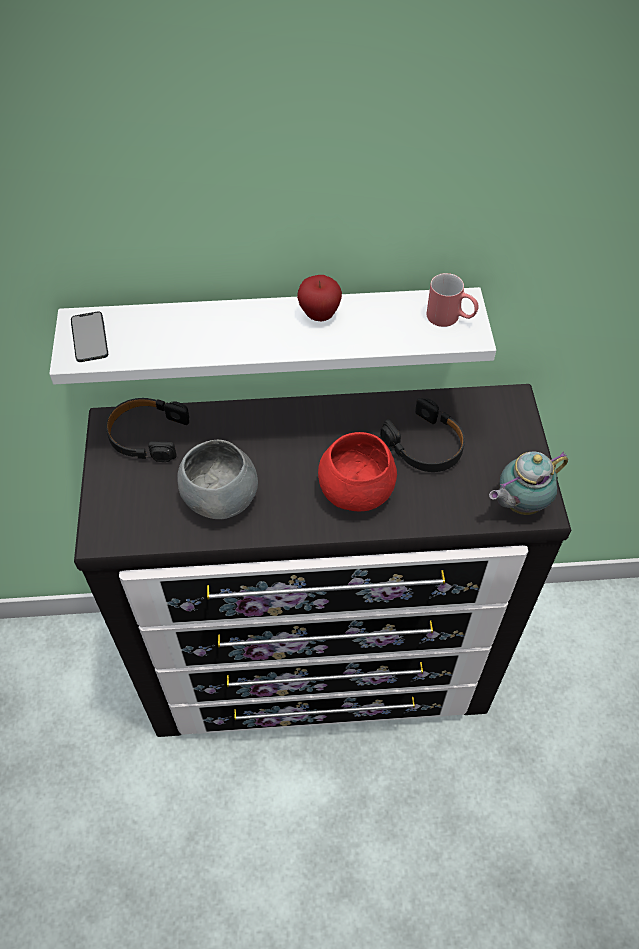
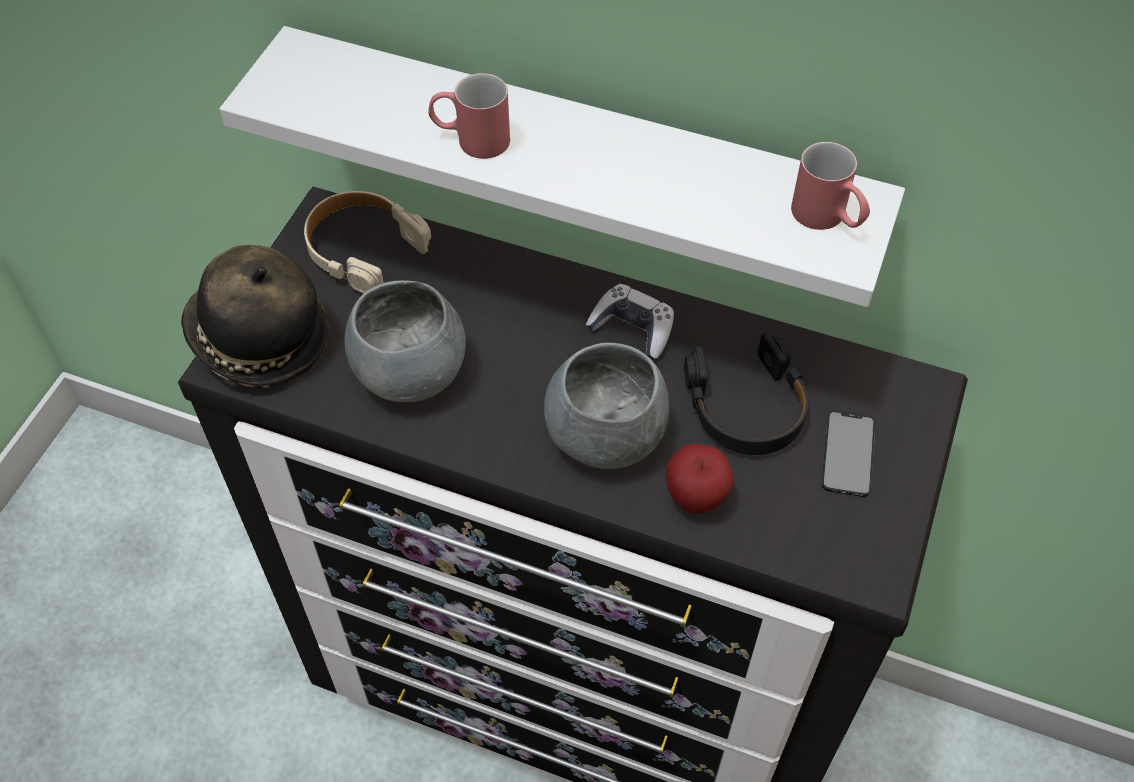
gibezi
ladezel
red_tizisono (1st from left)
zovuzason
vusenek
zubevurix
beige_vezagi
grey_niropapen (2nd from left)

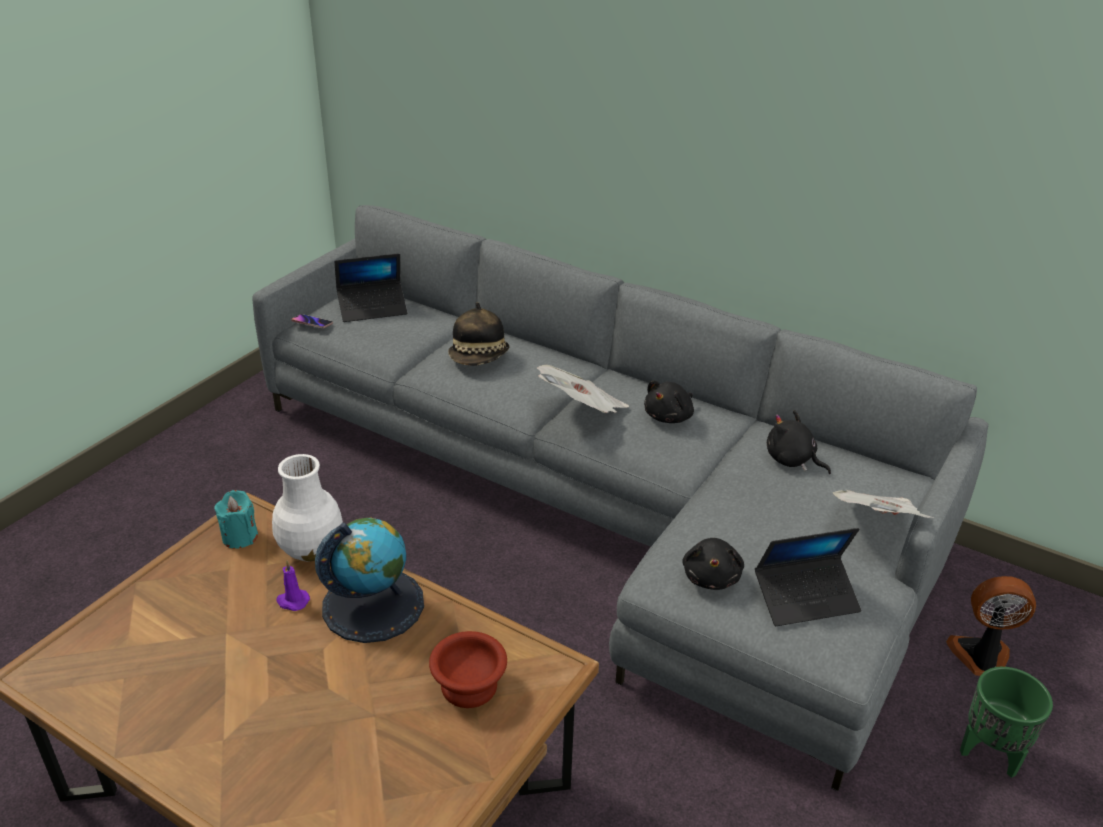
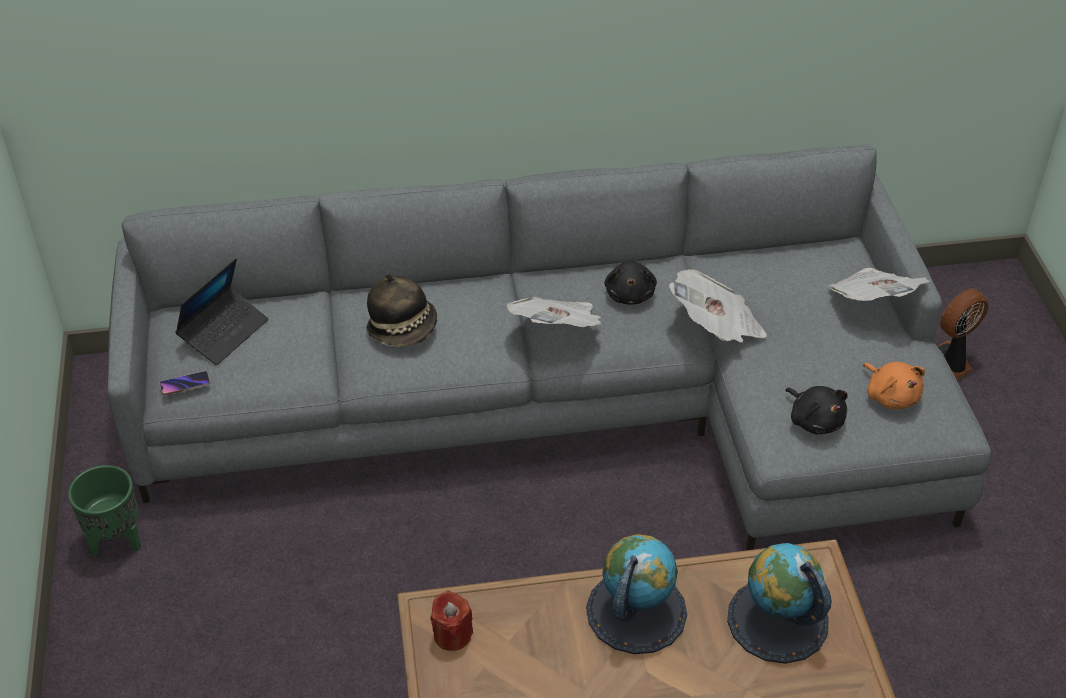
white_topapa
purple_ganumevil
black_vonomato (3rd from left in the first image)
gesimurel (2nd from left)
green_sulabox
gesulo (2nd from left)
orange_vonomato
red_ganumevil

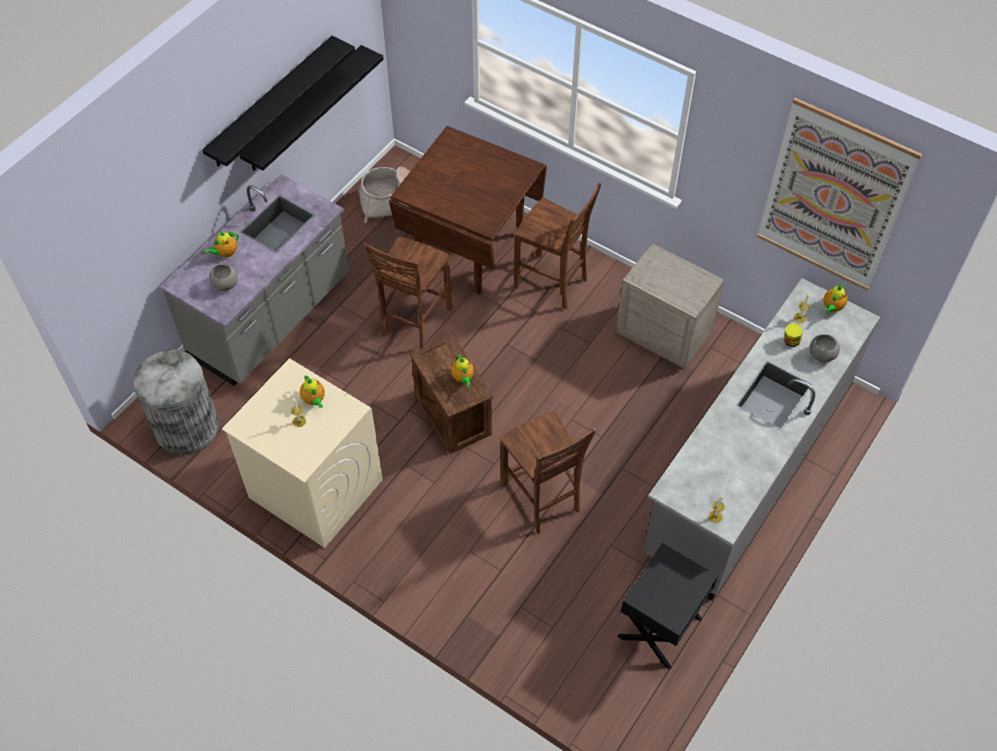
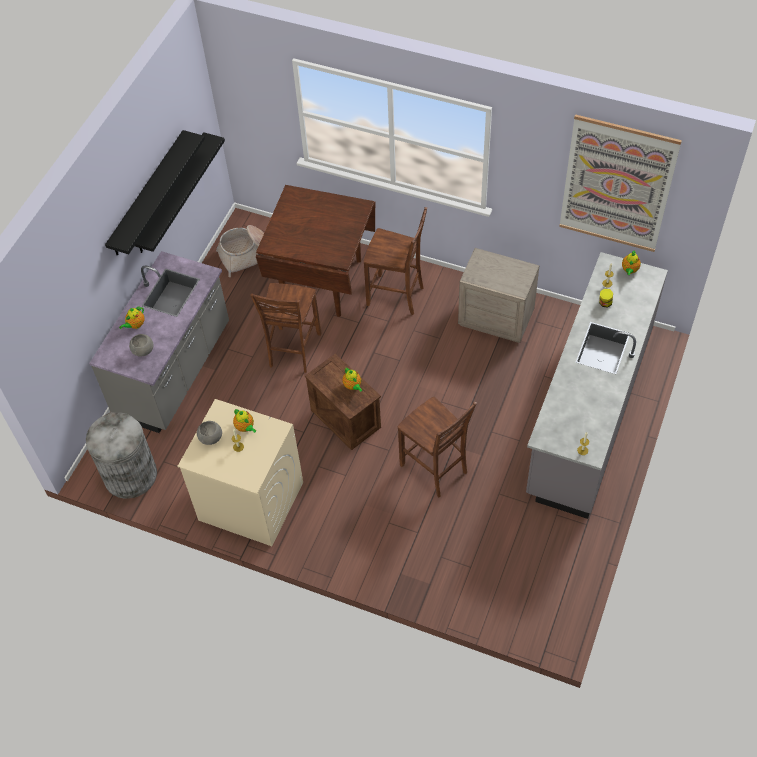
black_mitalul
grey_niropapen (2nd from left)

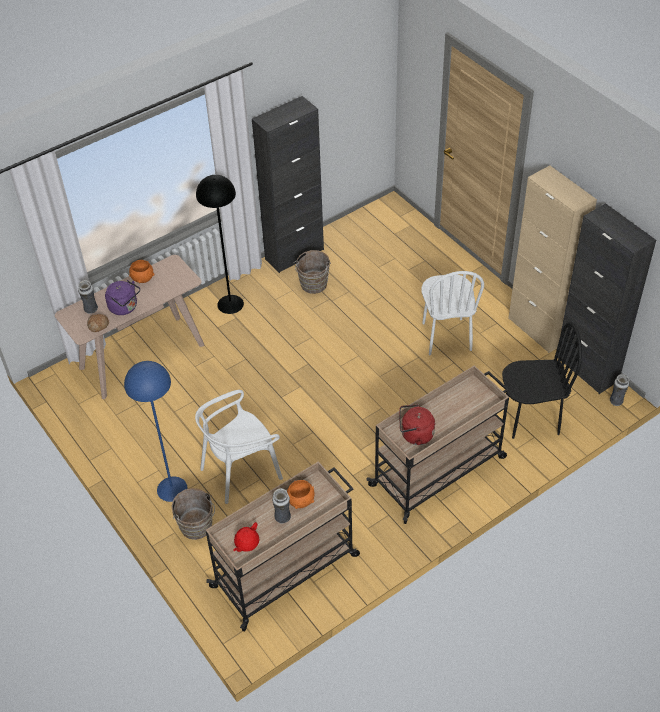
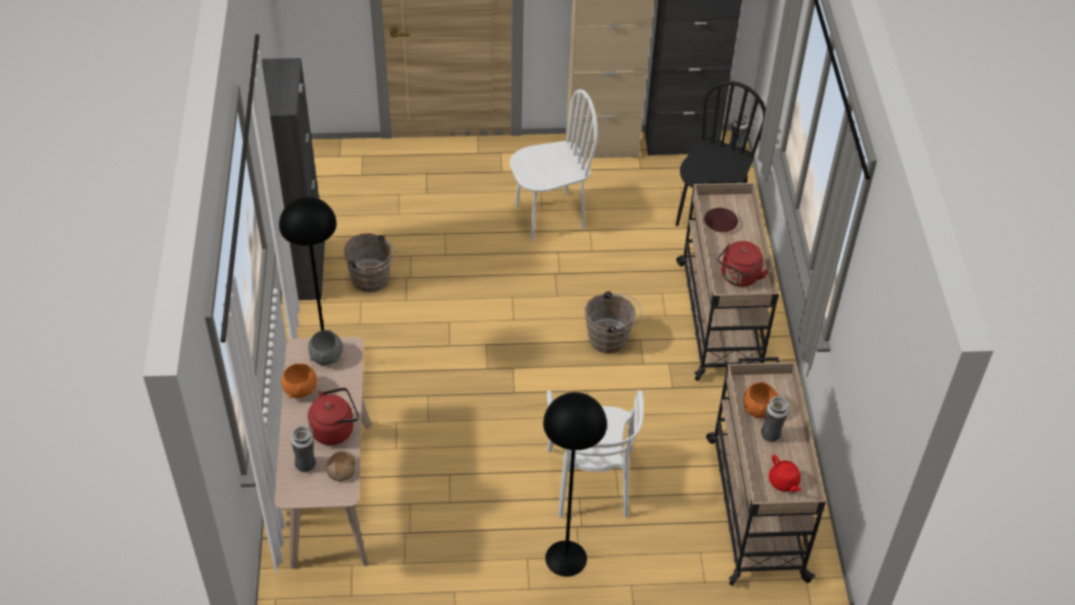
grey_niropapen
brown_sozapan
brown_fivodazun (2nd from left)
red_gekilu (1st from left)
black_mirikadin (2nd from left)
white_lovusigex (1st from left)

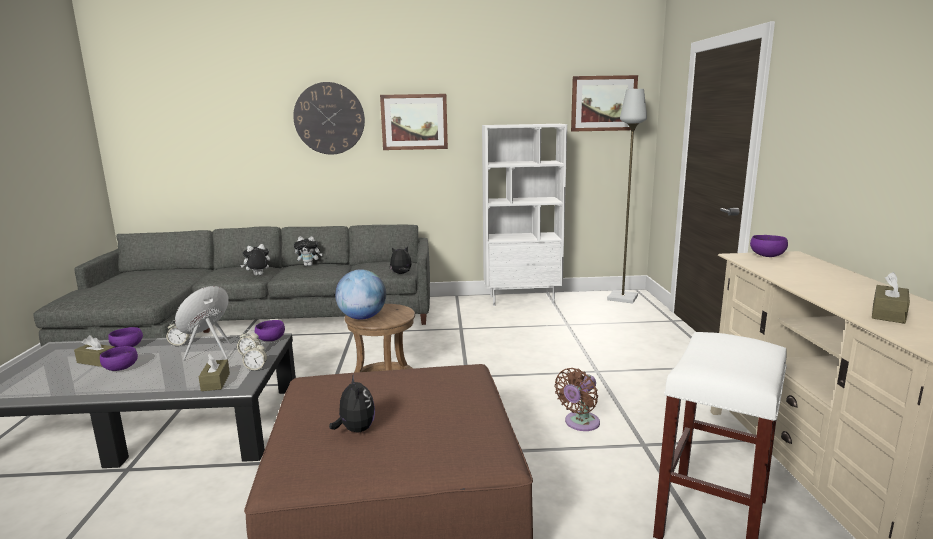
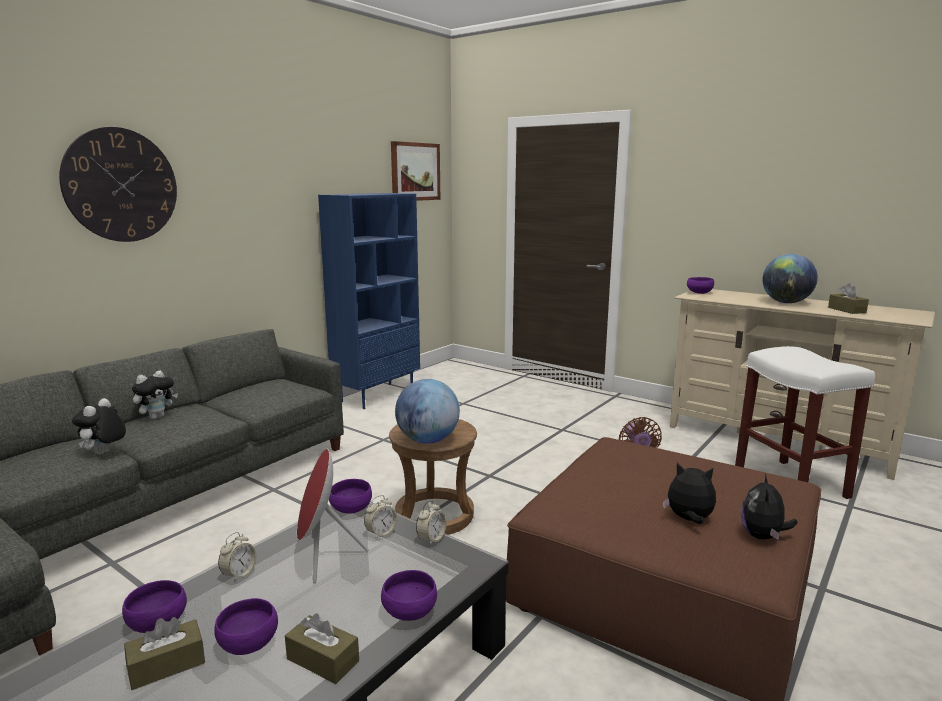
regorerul (1st from left in the first image)
grey_mirikadin
purple_niropapen (4th from left)
gesulo (2nd from left)
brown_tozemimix (2nd from left)
vonomato (4th from left)
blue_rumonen

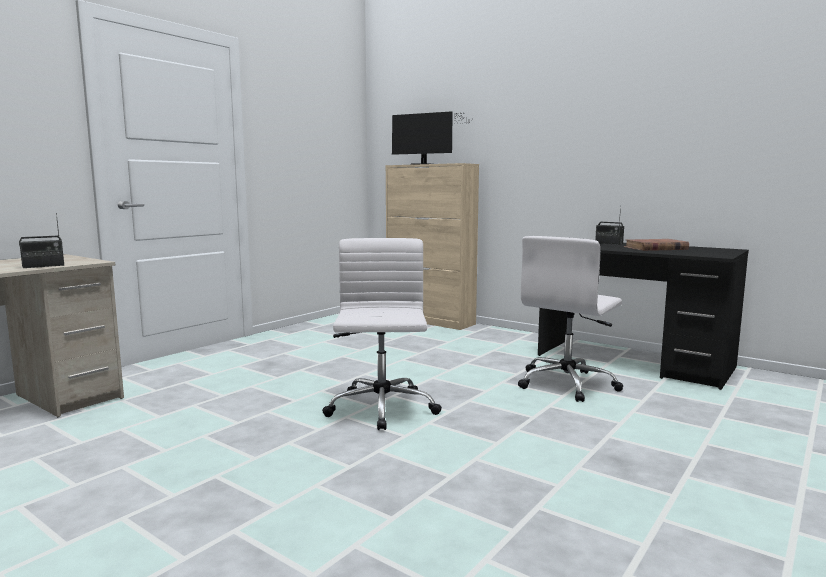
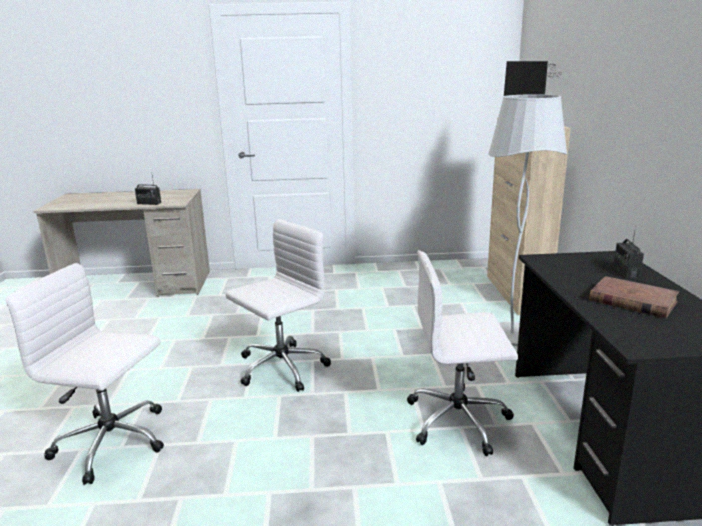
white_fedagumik (1st from left)
white_mirikadin

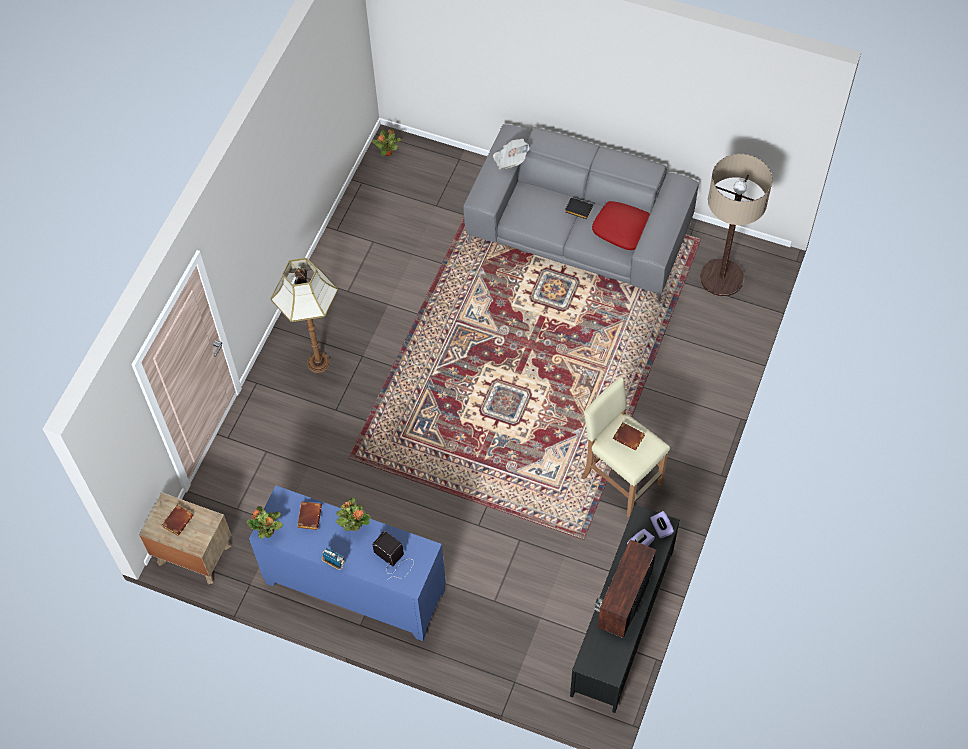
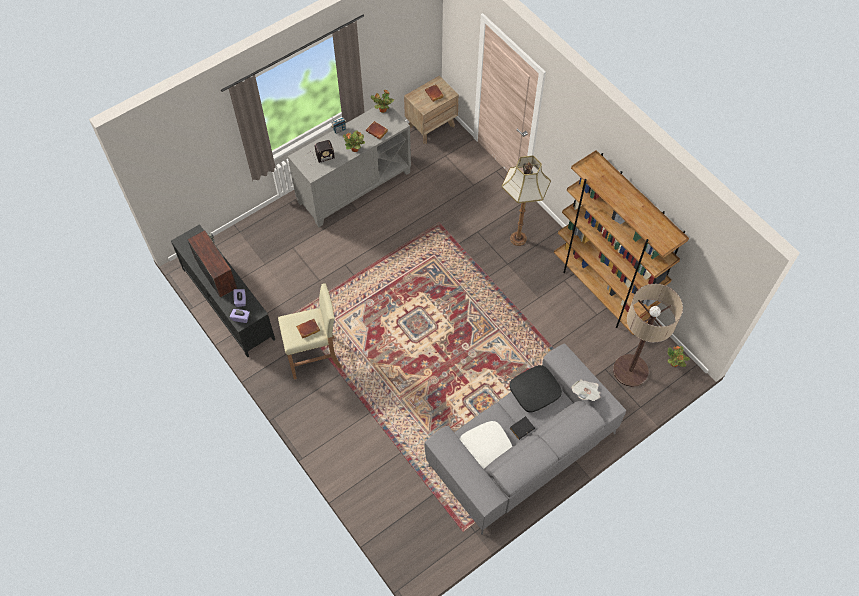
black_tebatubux
brown_rumonen
mirikadin (2nd from left)
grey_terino
white_tebatubux

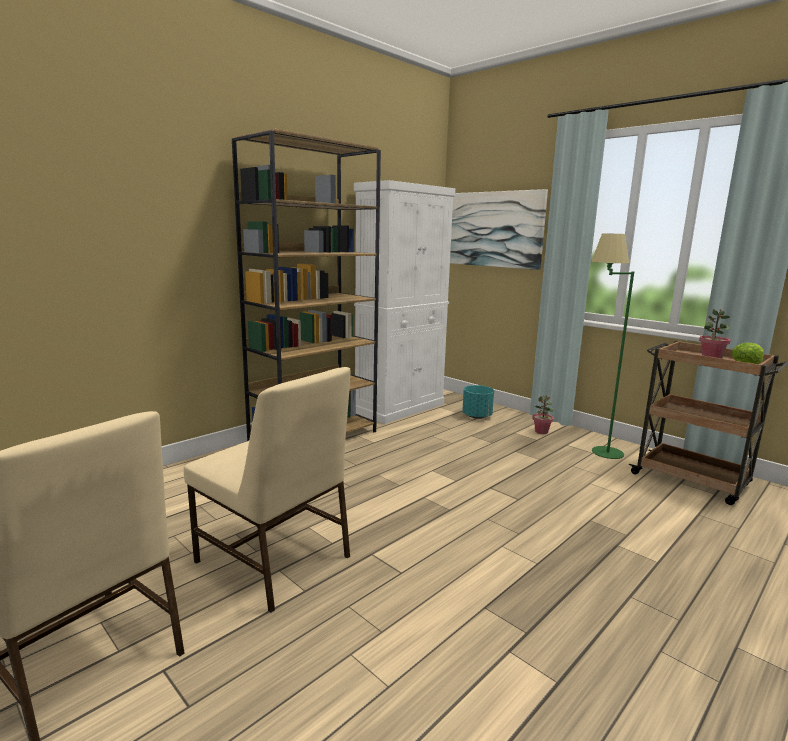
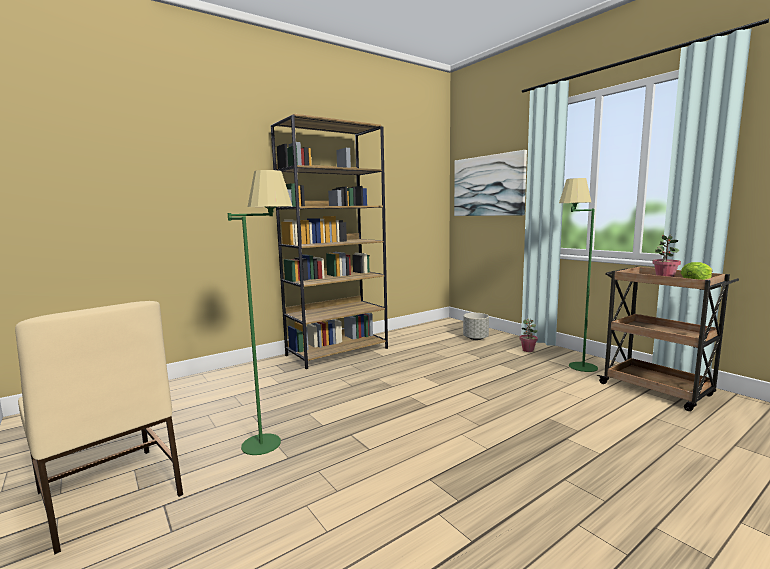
white_terino
green_mirikadin (1st from left)
grey_sulabox

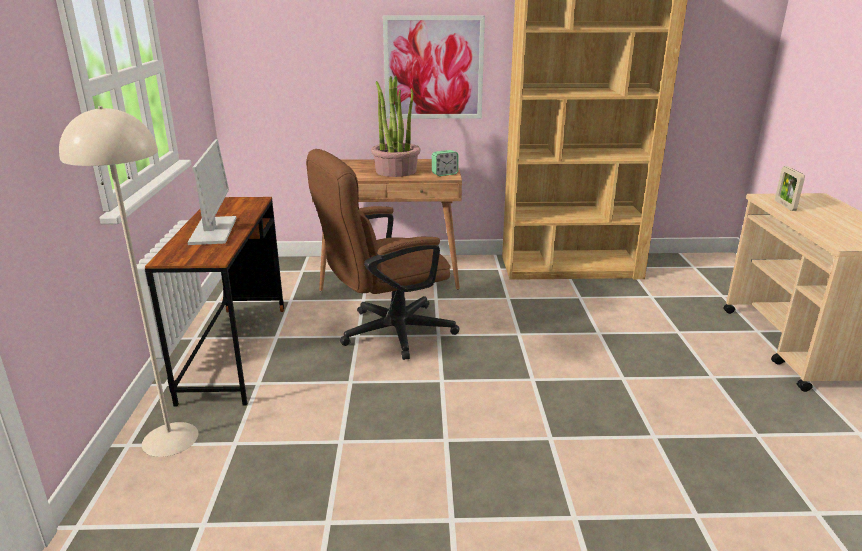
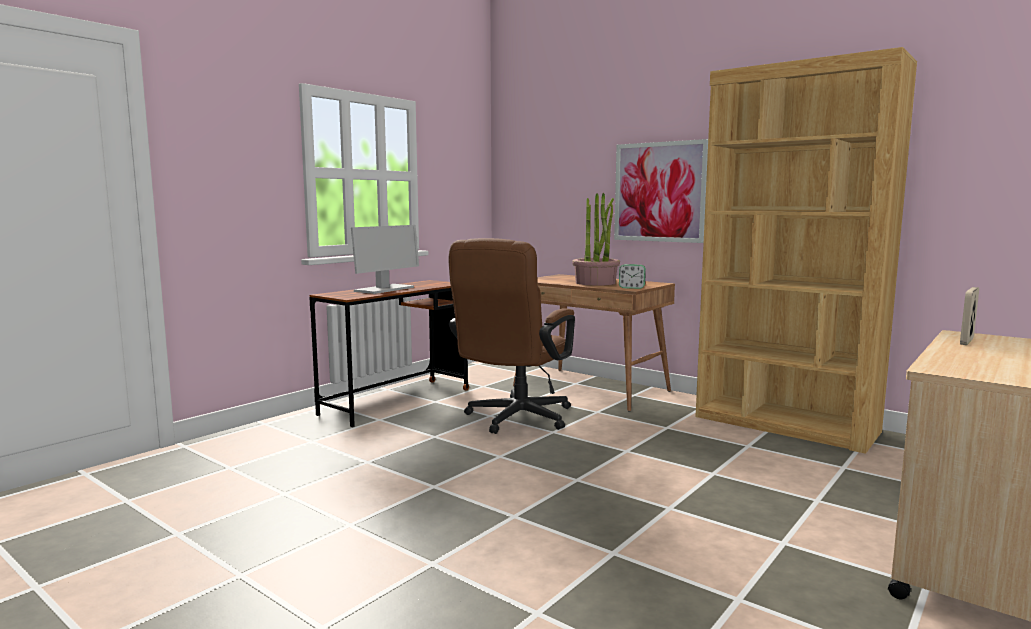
beige_mirikadin
brown_fedagumik

